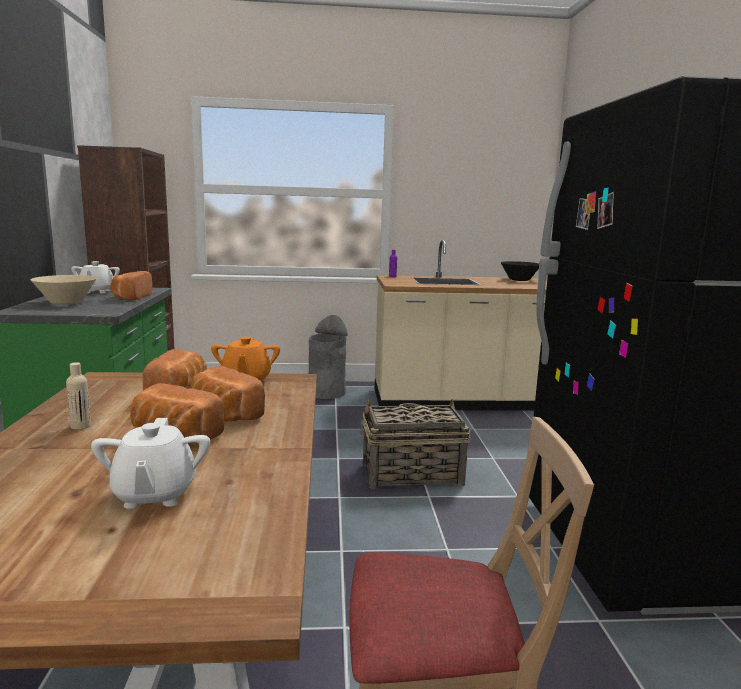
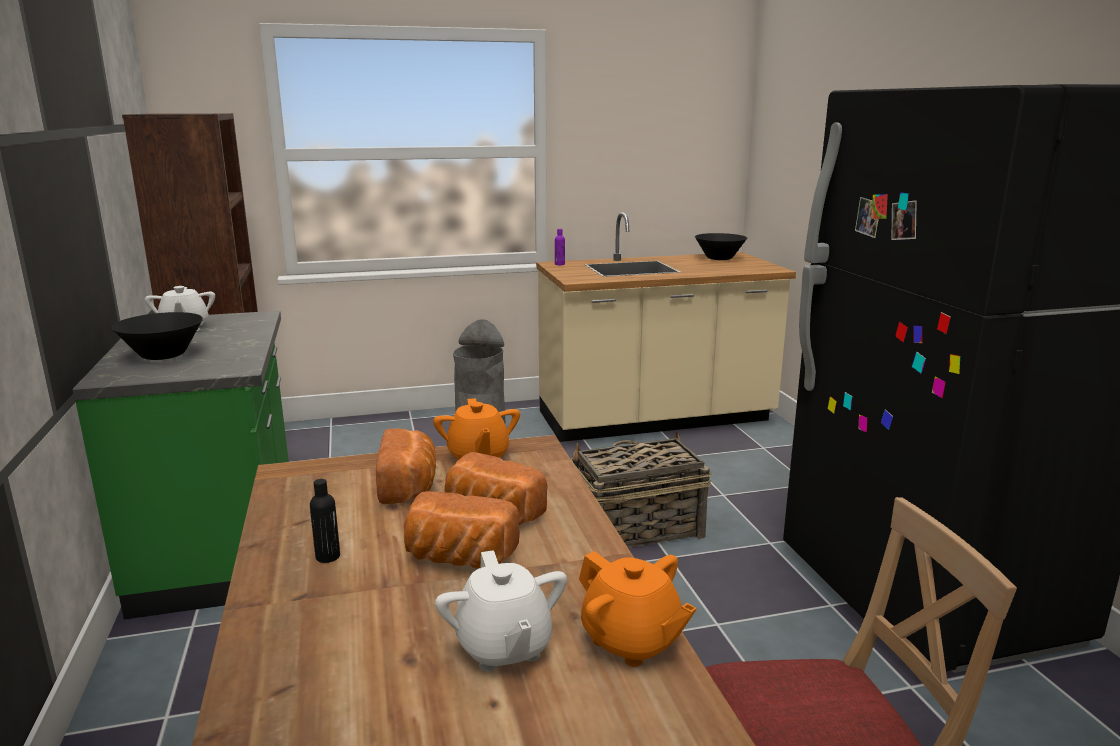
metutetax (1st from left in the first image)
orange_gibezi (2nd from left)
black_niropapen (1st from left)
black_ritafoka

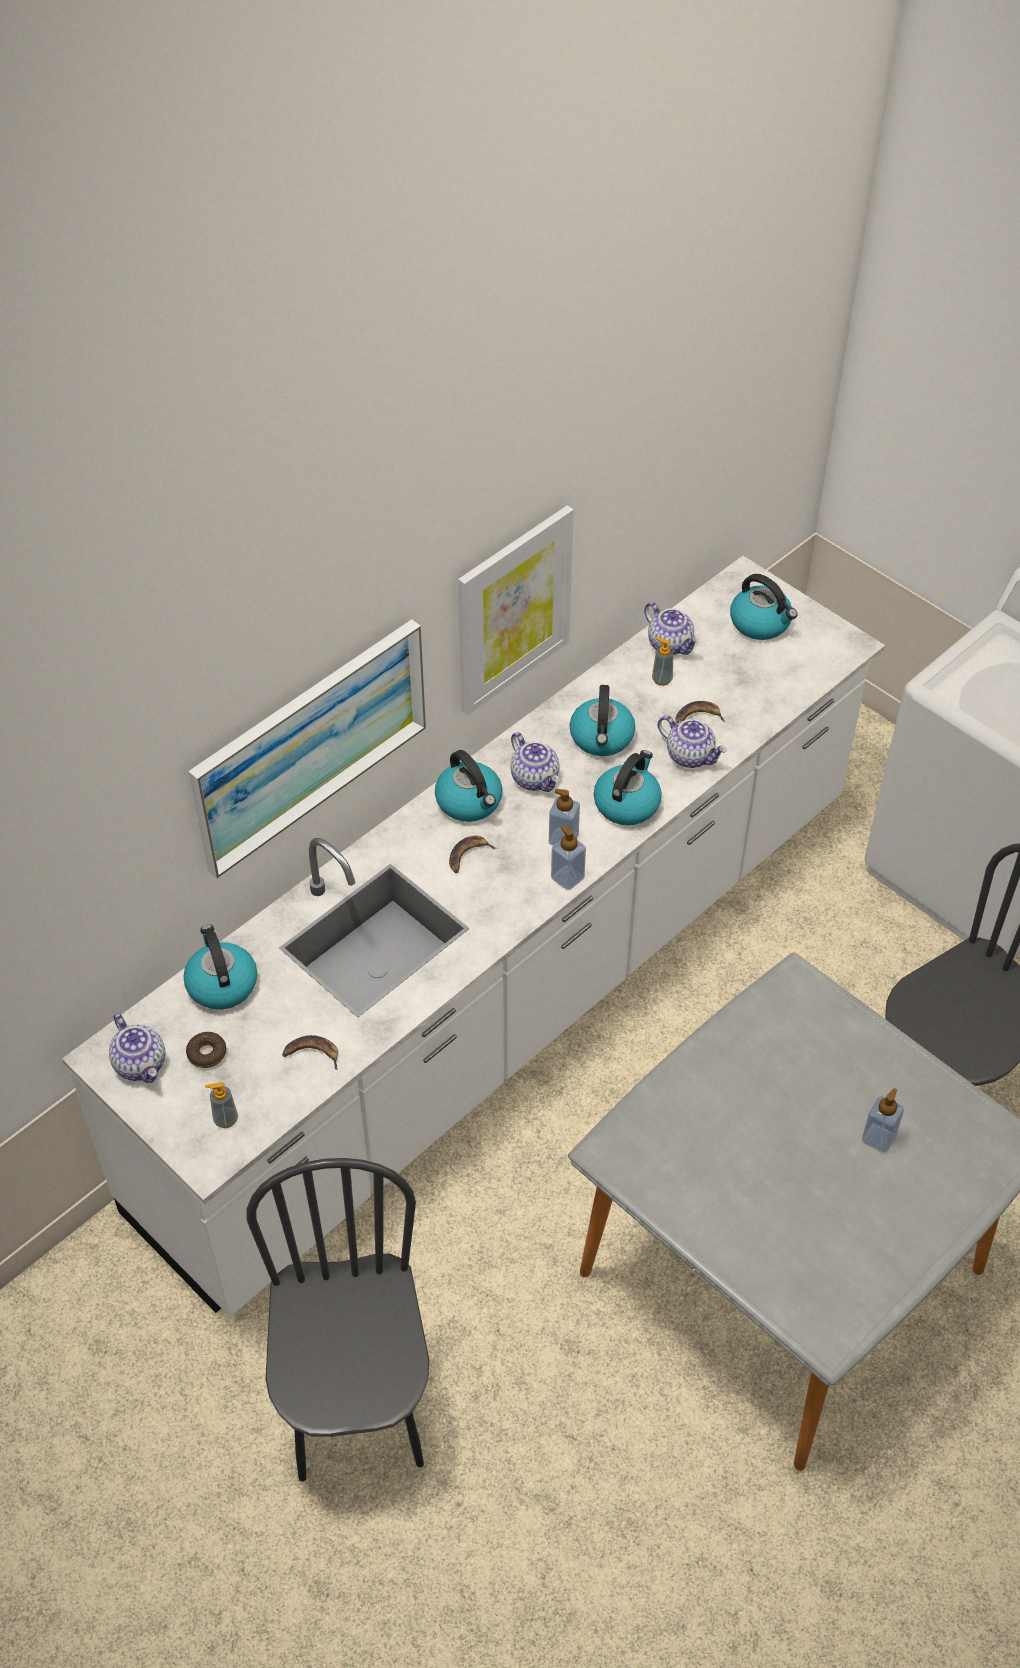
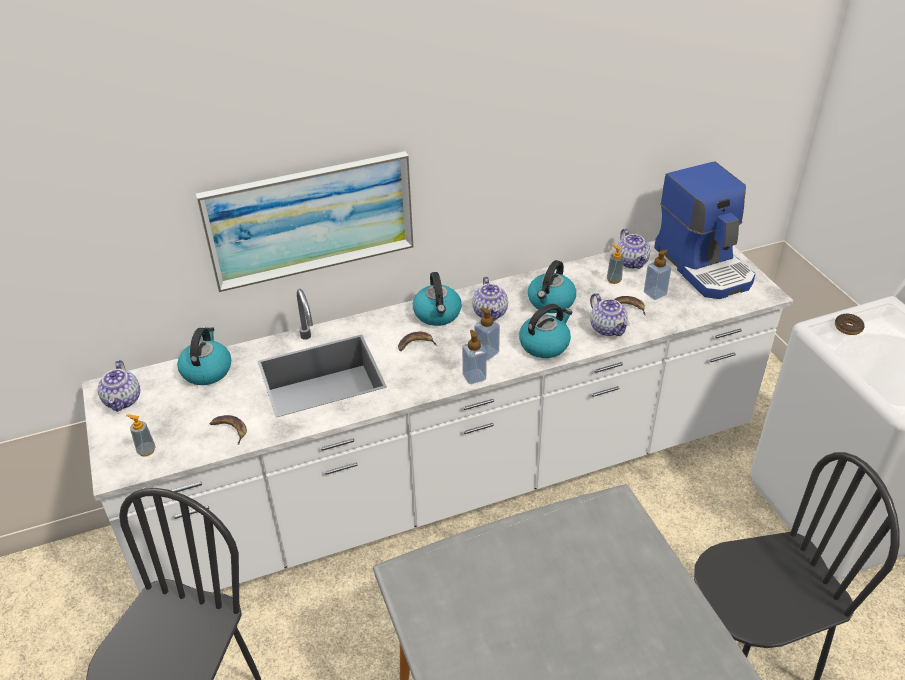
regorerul (2nd from left in the first image)
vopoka
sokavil (5th from left)
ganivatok

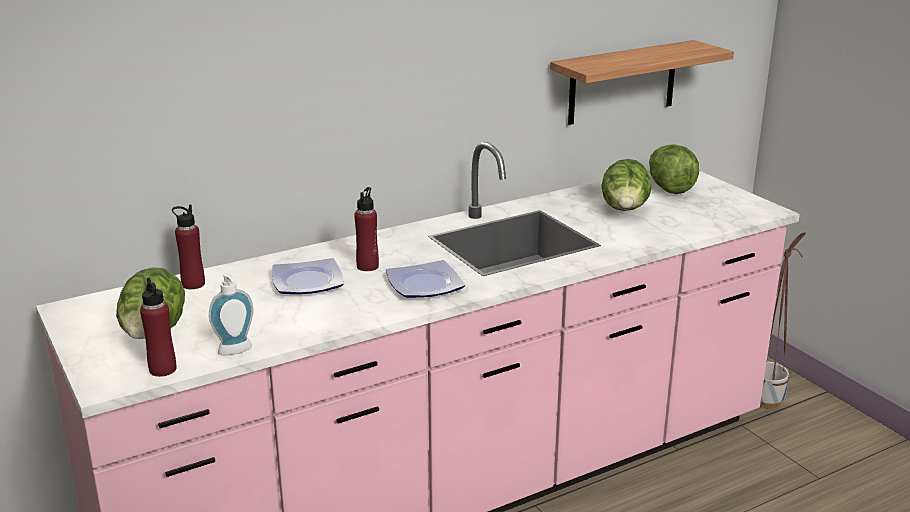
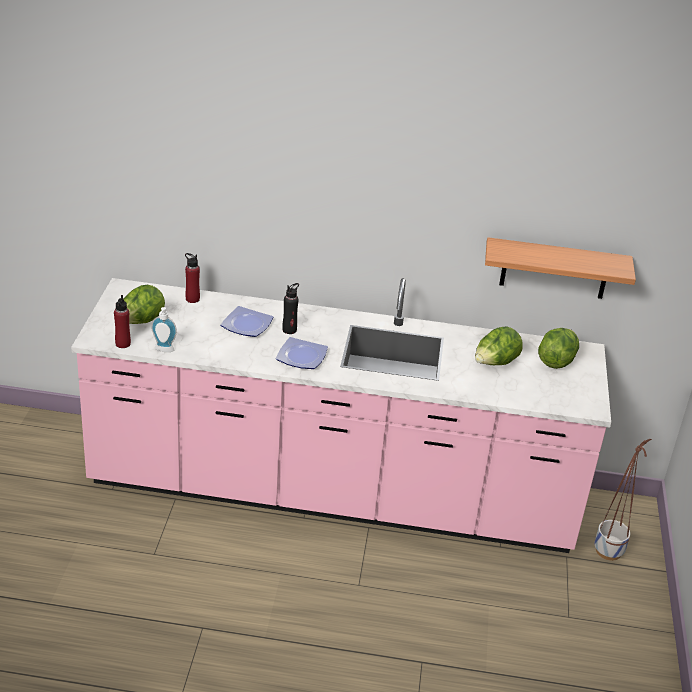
black_ritafoka

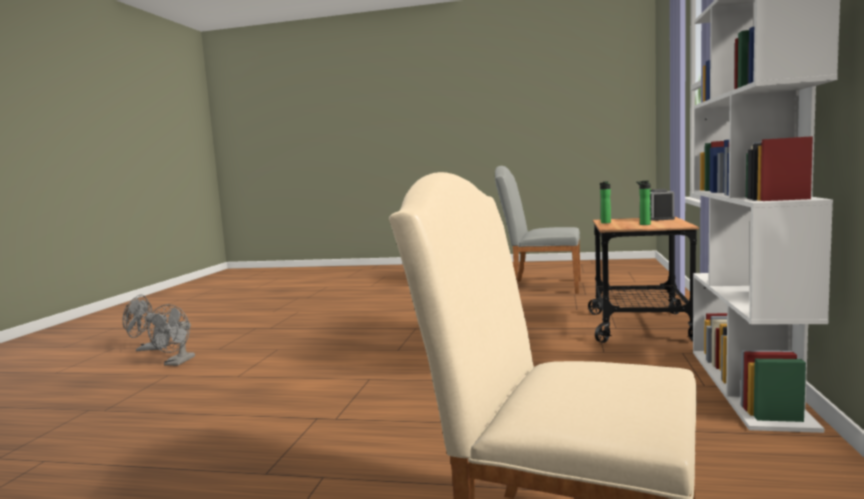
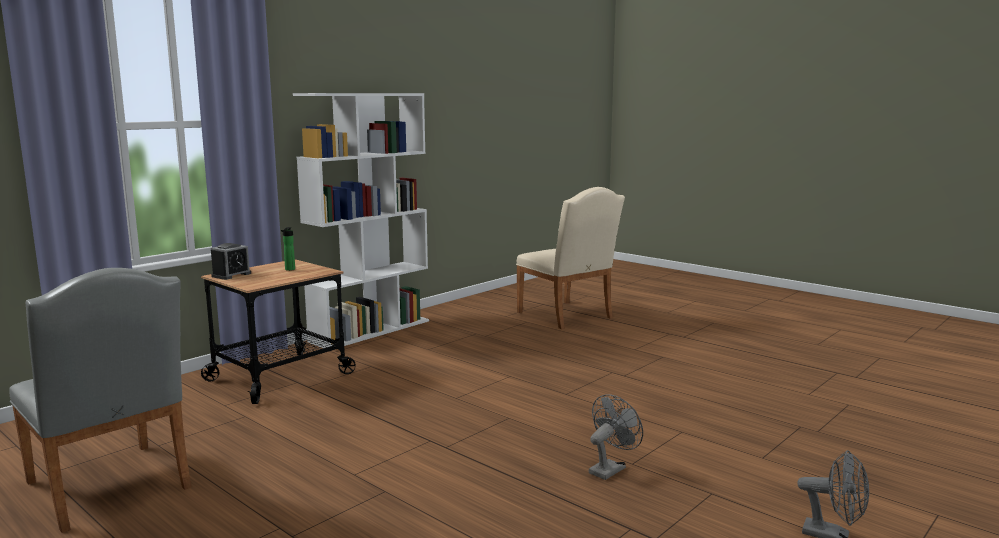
ritafoka (1st from left in the first image)
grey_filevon (1st from left)

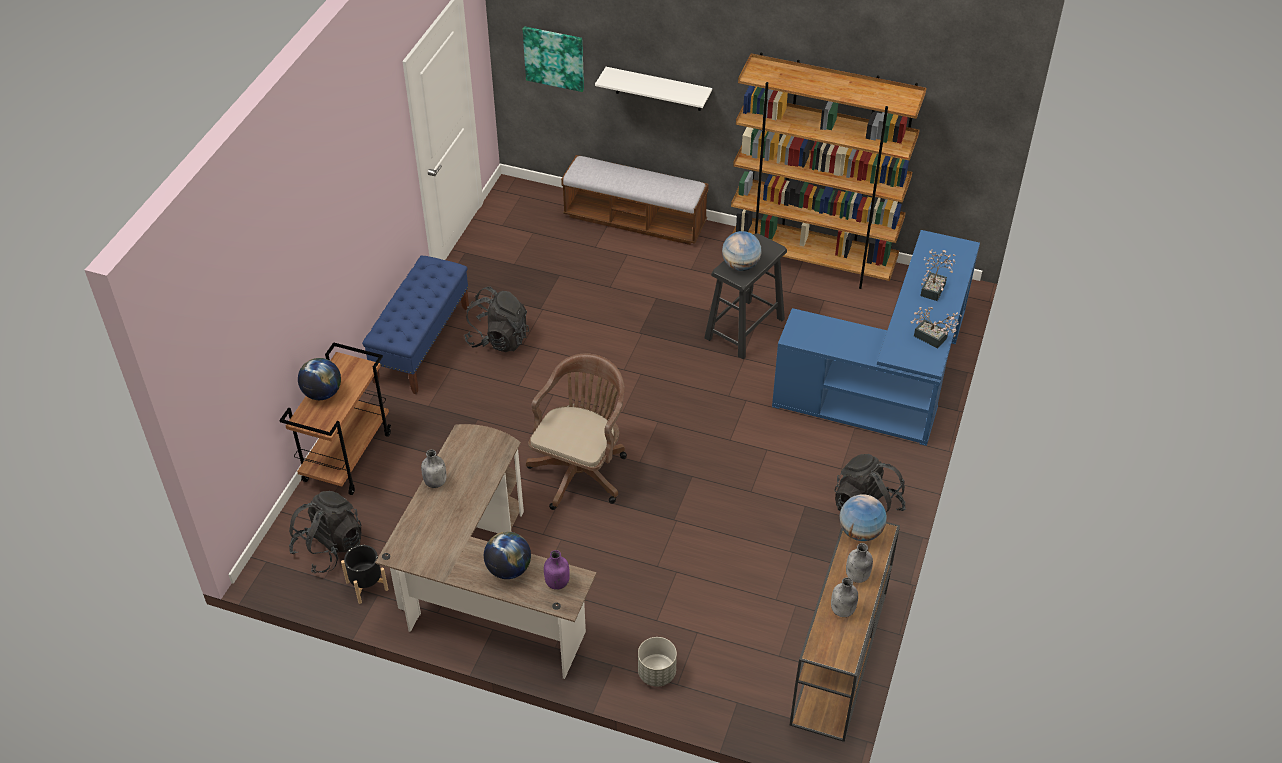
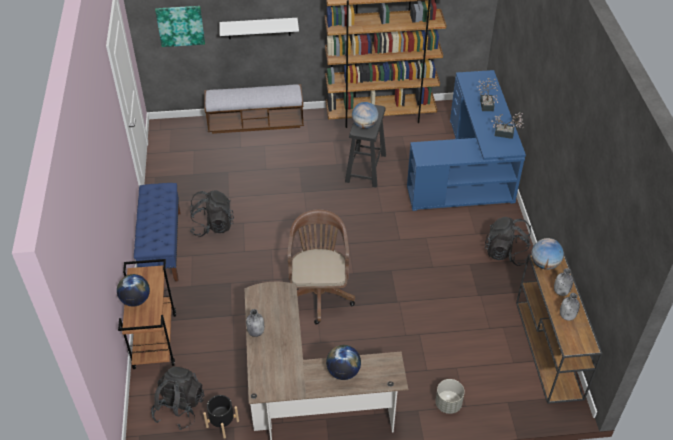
purple_ritafoka

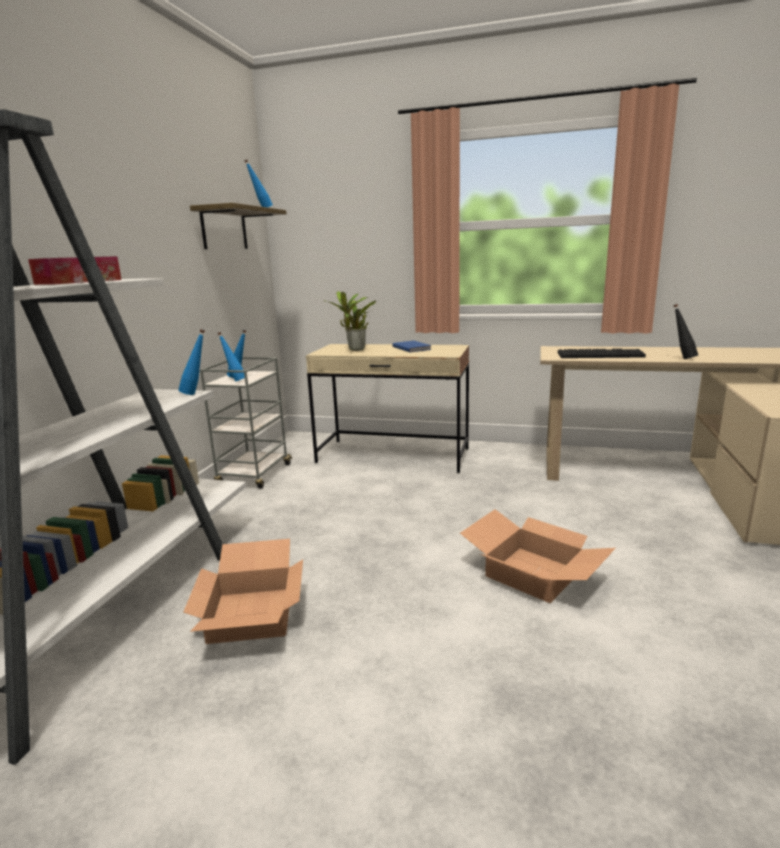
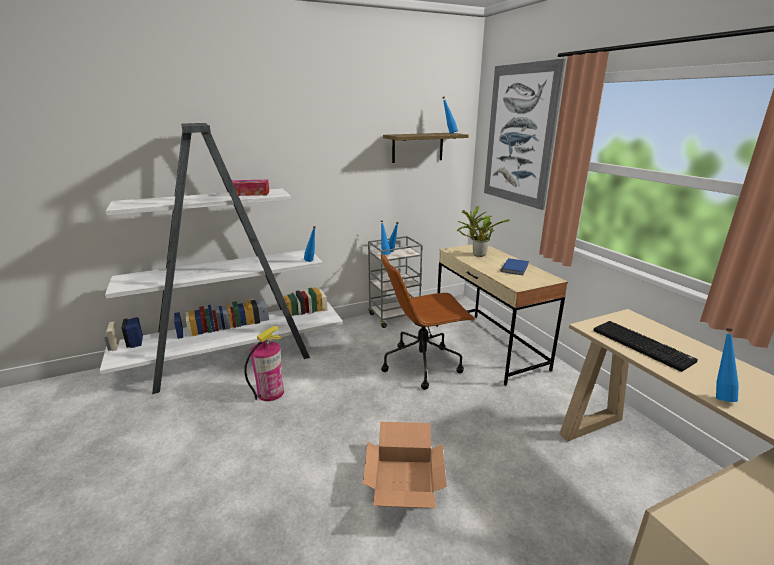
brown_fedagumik
regorerul
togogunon
blue_ritafoka (5th from left)

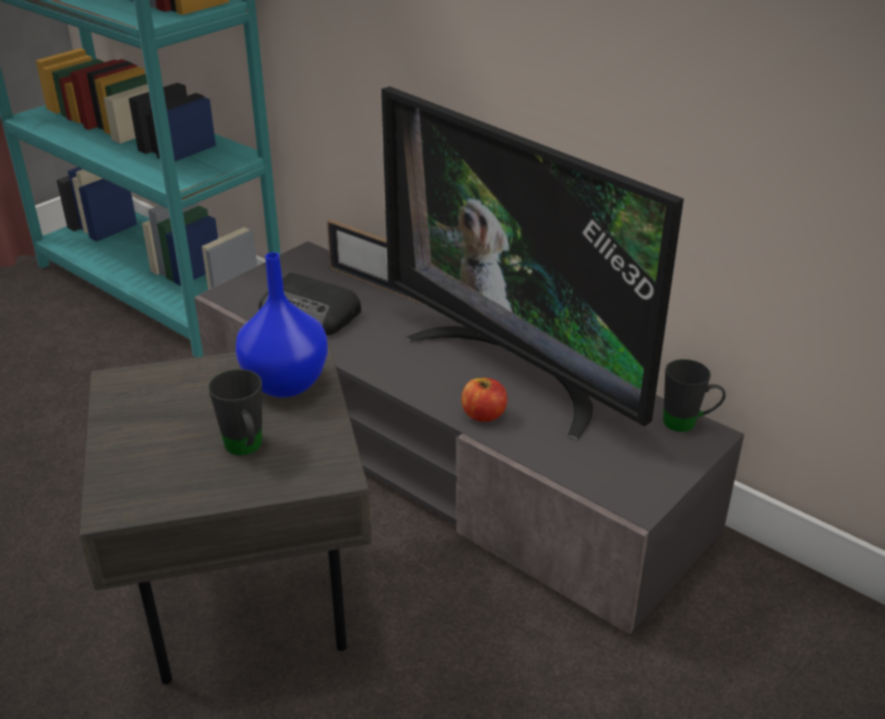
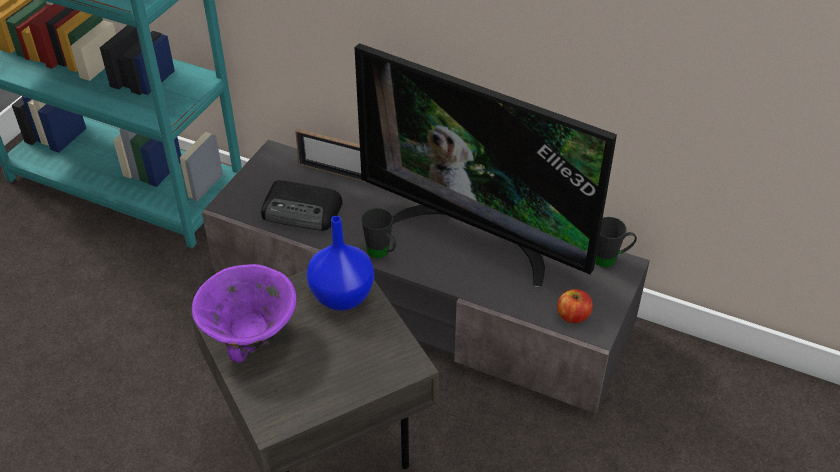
purple_niropapen
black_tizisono (1st from left)
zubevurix

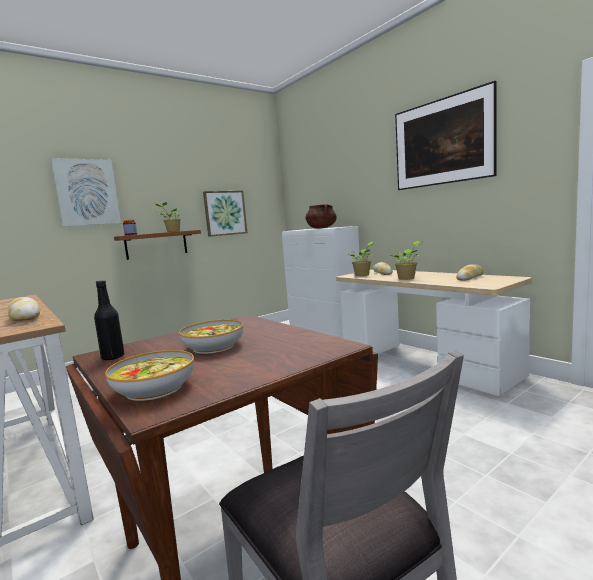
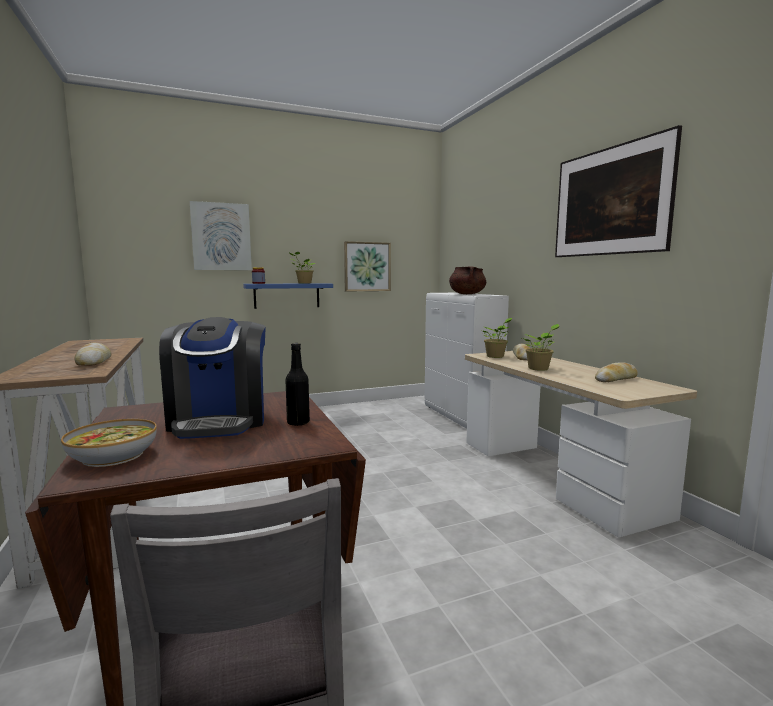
black_ritafoka
ganivatok
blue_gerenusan

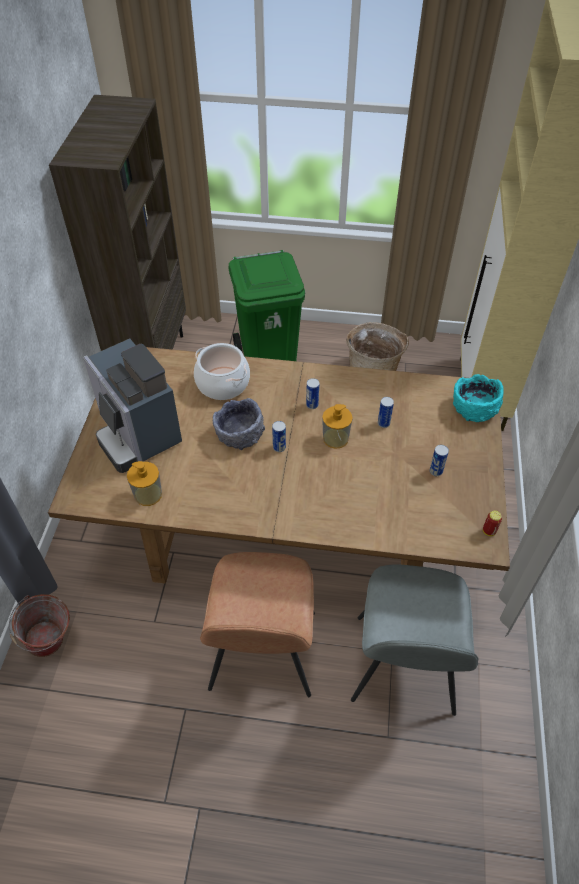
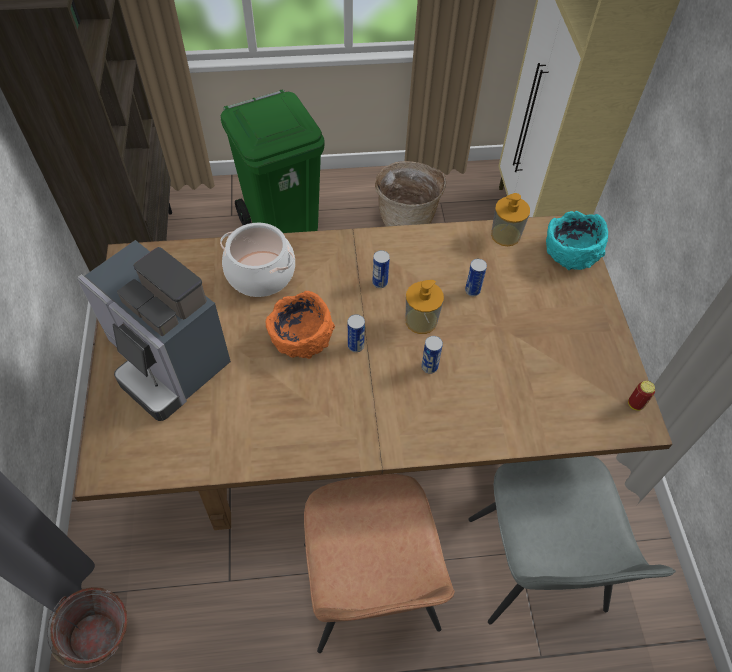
sokavil (2nd from left)
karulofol (3rd from left)
orange_niropapen

